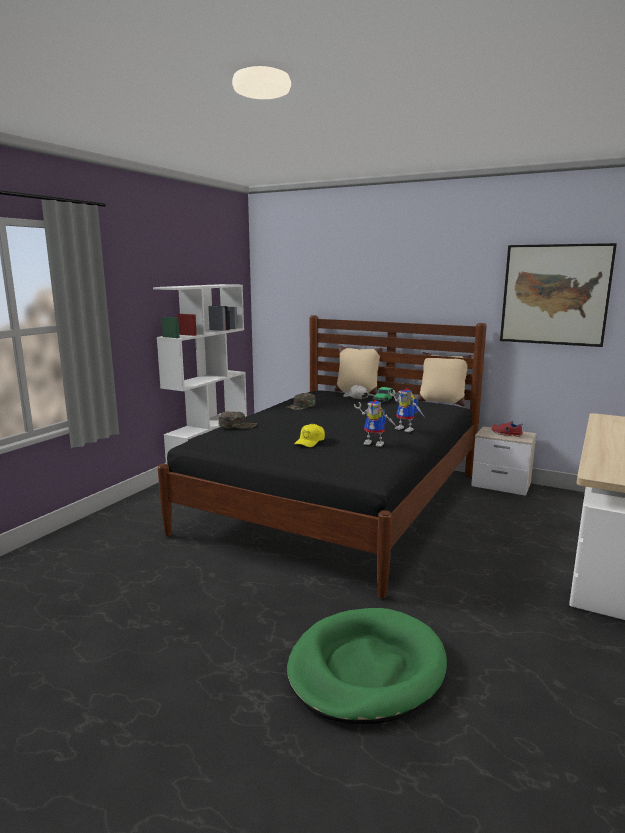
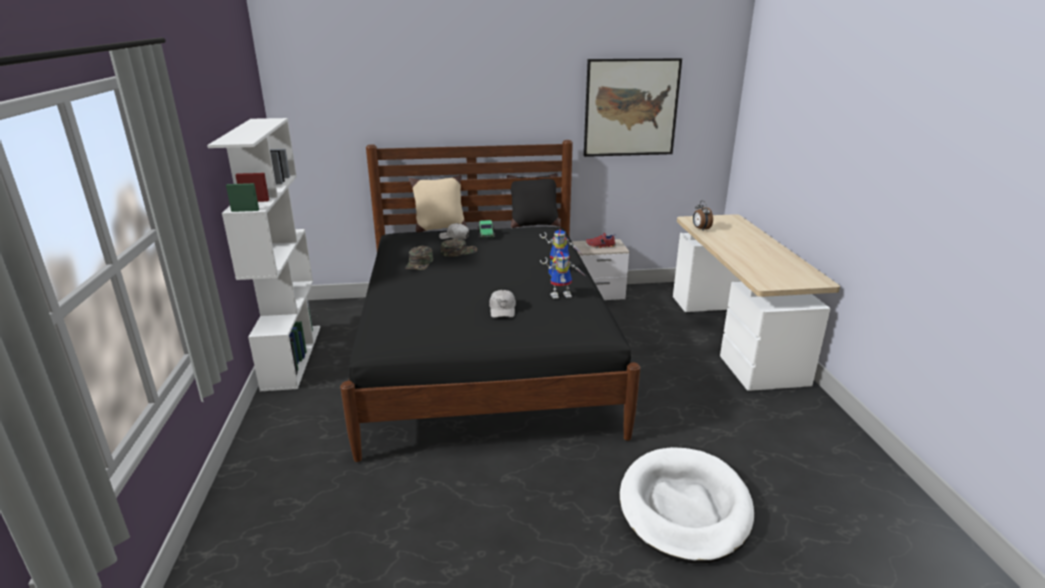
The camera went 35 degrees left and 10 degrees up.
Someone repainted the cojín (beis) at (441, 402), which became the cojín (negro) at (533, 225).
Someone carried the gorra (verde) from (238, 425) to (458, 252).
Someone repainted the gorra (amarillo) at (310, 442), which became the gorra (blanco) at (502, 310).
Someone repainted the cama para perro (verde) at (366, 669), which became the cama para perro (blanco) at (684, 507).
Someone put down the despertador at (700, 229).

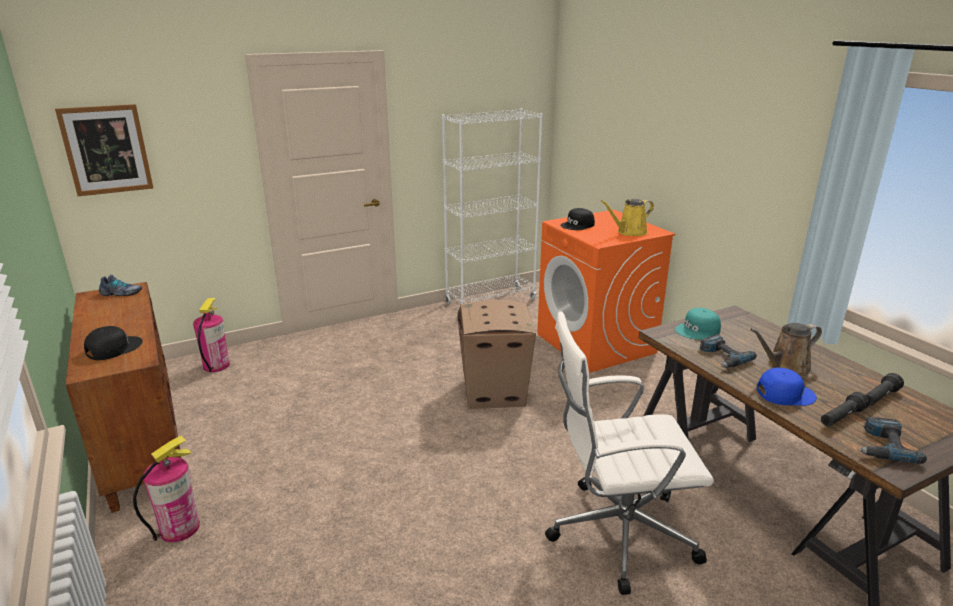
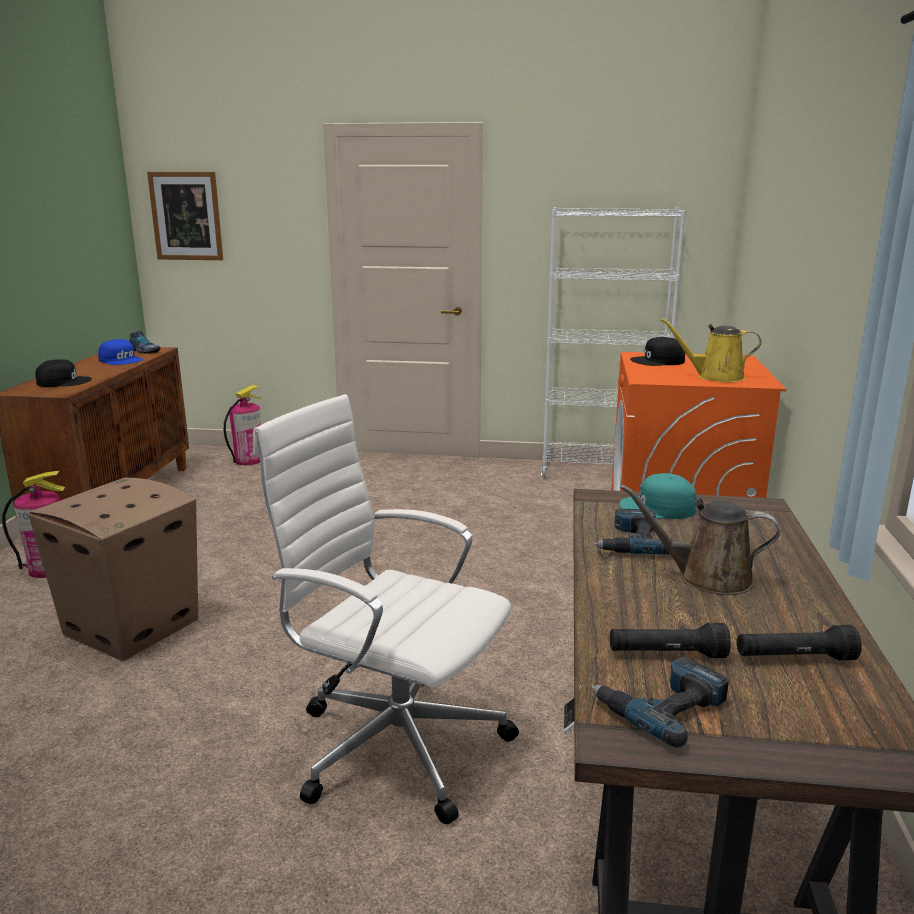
The camera went 35 degrees right and 5 degrees down.
Someone carried the caja de cartón from (494, 393) to (130, 628).
Someone carried the gorra (azul) from (784, 393) to (121, 360).

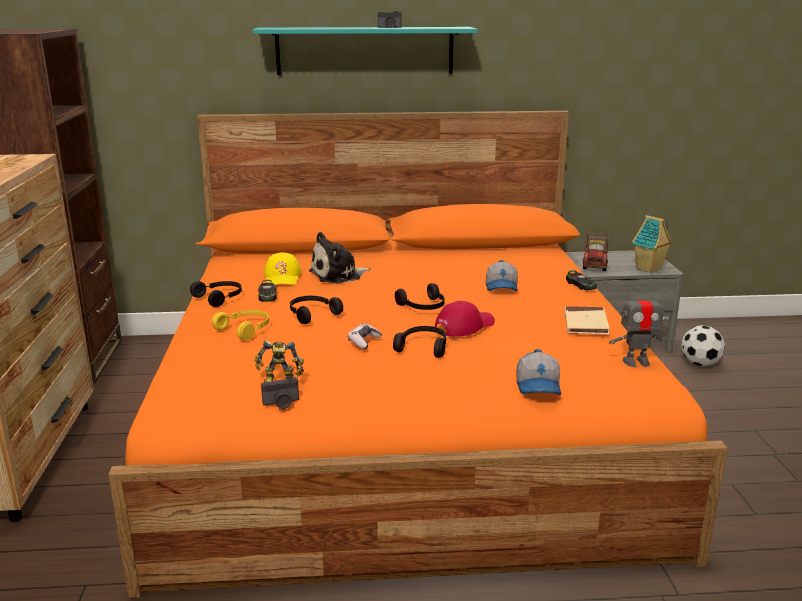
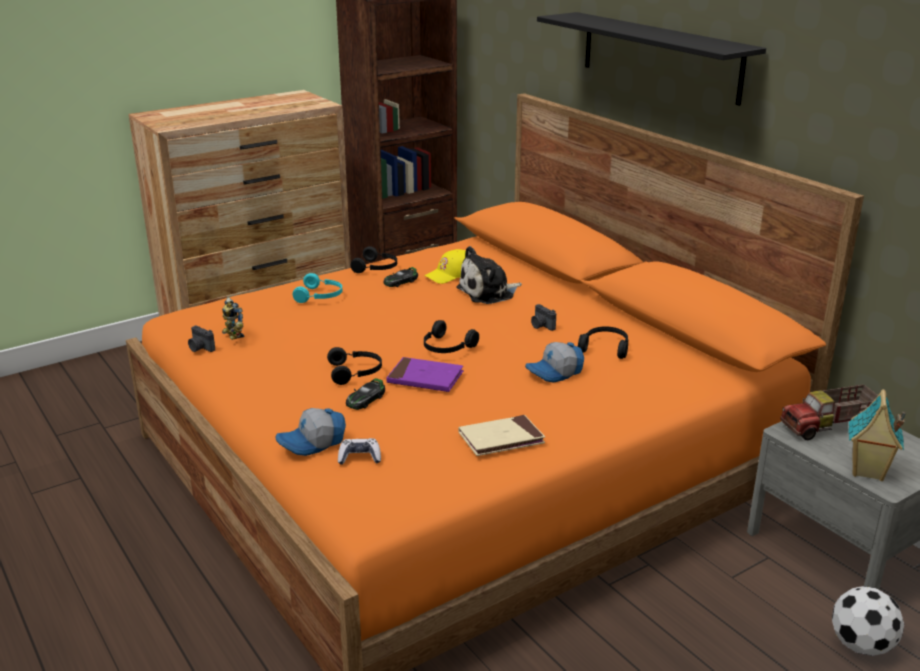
The camera went 60 degrees right and 5 degrees up.
Someone carried the cámara from (389, 27) to (541, 326).
Someone repainted the estante (turquesa) at (365, 50), which became the estante (negro) at (659, 56).
Someone rotated the peluche at (338, 275) by 60 degrees counterclockwise.
Someone carried the coche de juguete from (580, 285) to (366, 399).
Someone took away the robot de juguete at (636, 362).
Someone carried the auriculares (negro) from (312, 314) to (605, 347).
Someone swapped the gorra (rojo) at (464, 326) for the libro (morado) at (425, 378).
Someone repainted the auriculares (amarillo) at (245, 329), which became the auriculares (turquesa) at (320, 296).
Someone carried the mando de consola from (364, 341) to (359, 457).

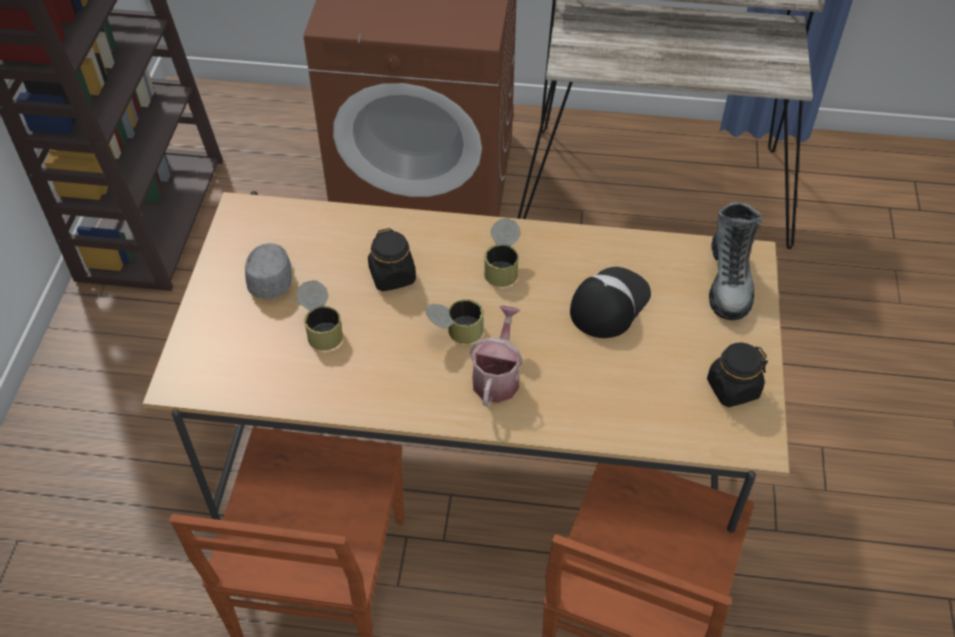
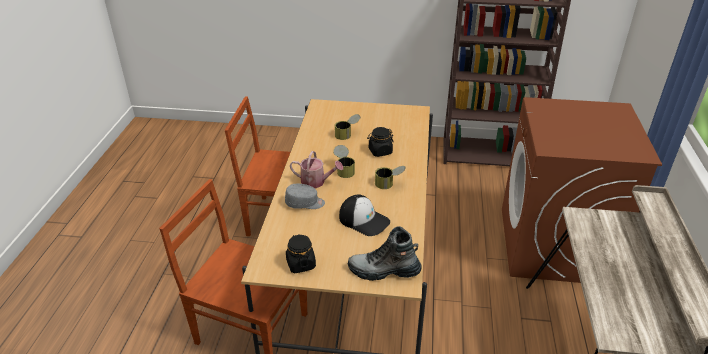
The camera went 90 degrees right and 15 degrees down.
Someone carried the gorra (gris) from (271, 276) to (305, 203).

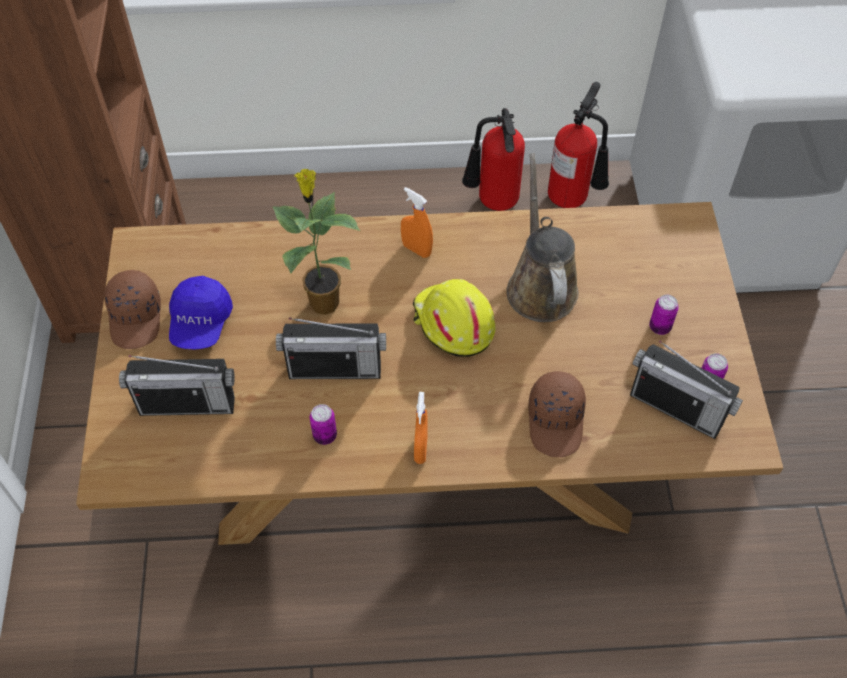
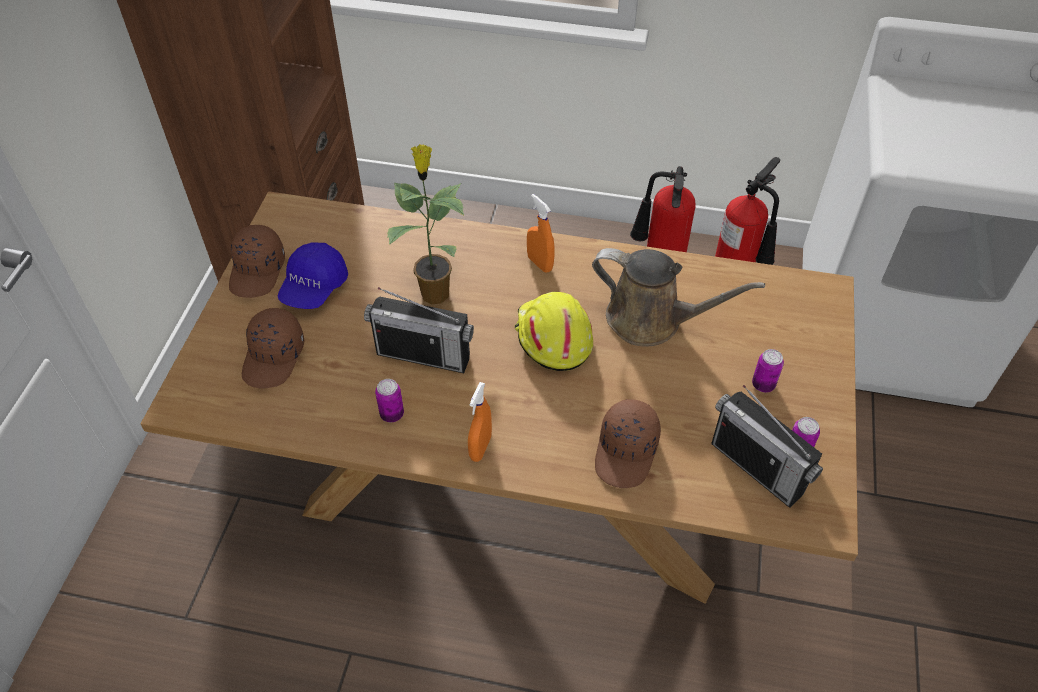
The camera went 15 degrees right and 5 degrees down.
Someone rotated the regadera (marrón) at (540, 285) by 105 degrees clockwise.
Someone swapped the radio at (187, 404) for the gorra (marrón) at (274, 357).

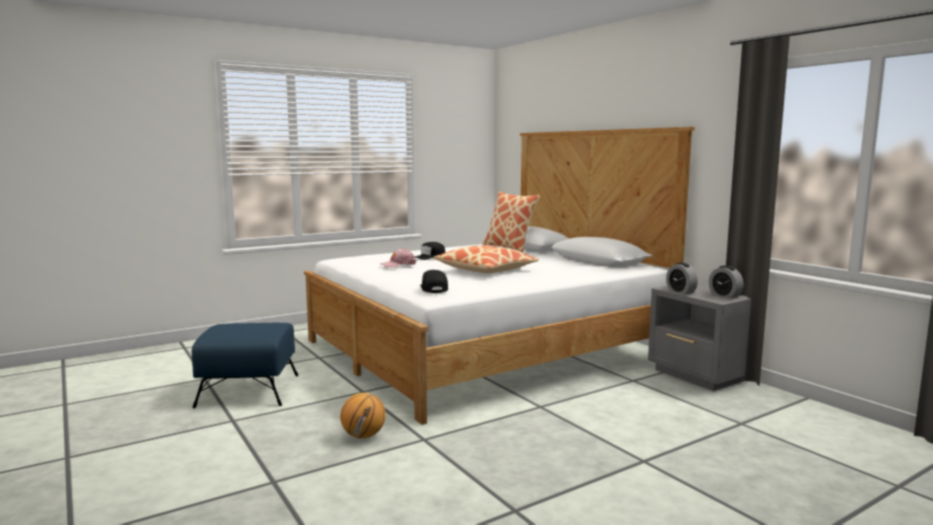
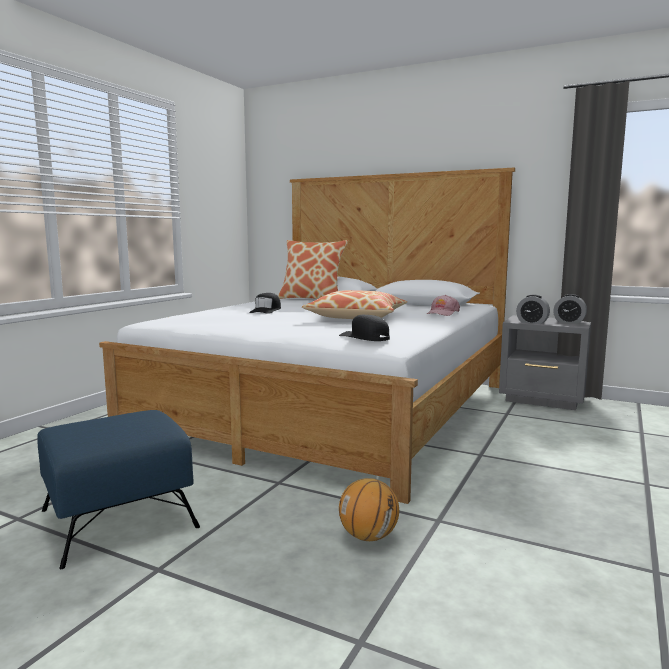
The camera went 30 degrees left and 0 degrees up.
Someone carried the gorra (rosa) from (398, 265) to (442, 313).

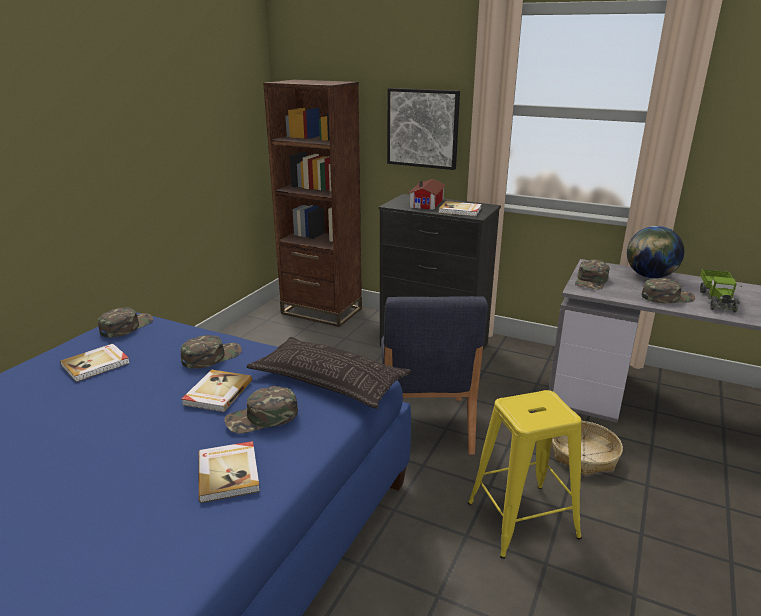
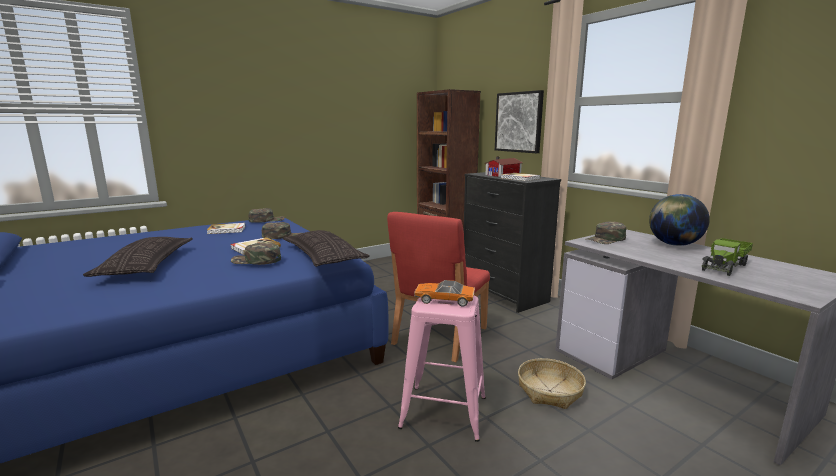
The camera went 30 degrees right and 10 degrees down.
Someone took away the gorra (verde) at (667, 297).
Someone repainted the silla (azul) at (425, 425), which became the silla (rojo) at (439, 336).
Someone repainted the taburete (amarillo) at (522, 520), which became the taburete (rosa) at (444, 412).
Someone took away the libro at (229, 473).
Someone put down the cojín at (146, 264).
Someone put down the coche de juguete at (444, 300).

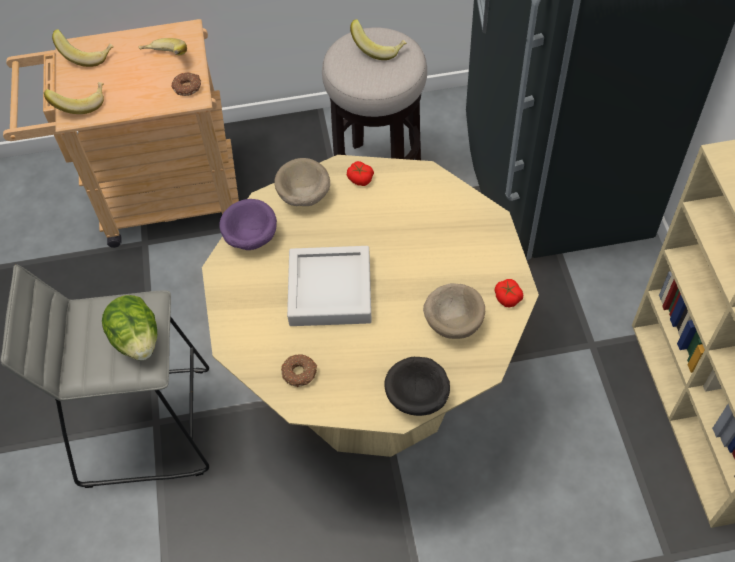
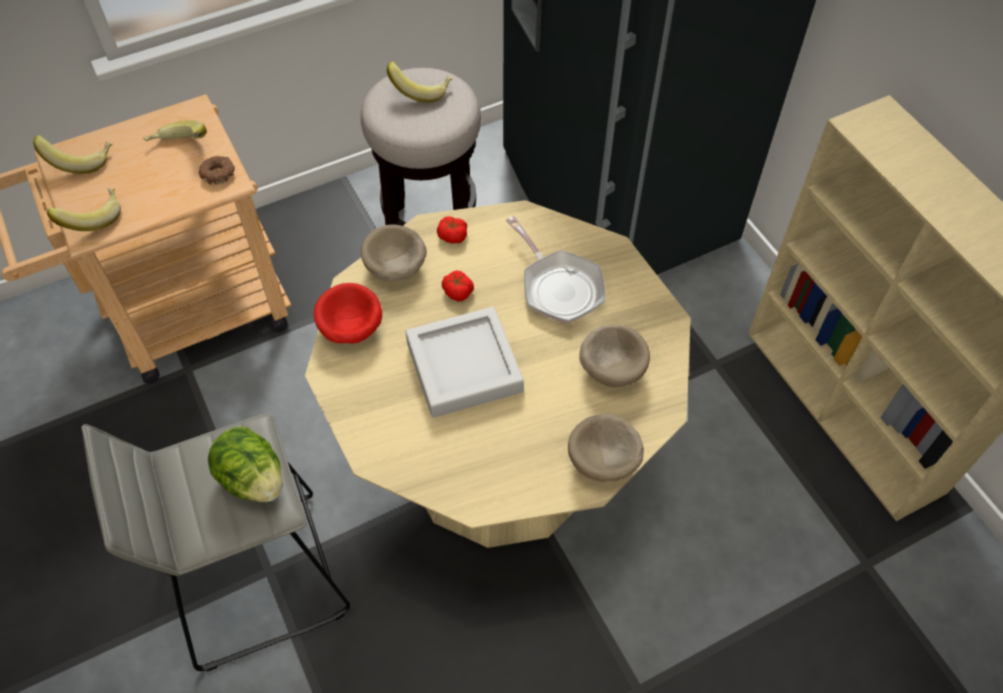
The camera went 20 degrees left and 0 degrees up.
Someone repainted the cuenco (morado) at (250, 237), which became the cuenco (rojo) at (350, 328).
Someone carried the tomate from (507, 297) to (457, 291).
Someone took away the rosquilla at (300, 373).
Someone repainted the cuenco (negro) at (418, 397), which became the cuenco (beis) at (605, 461).
Someone put down the sartén at (558, 287).

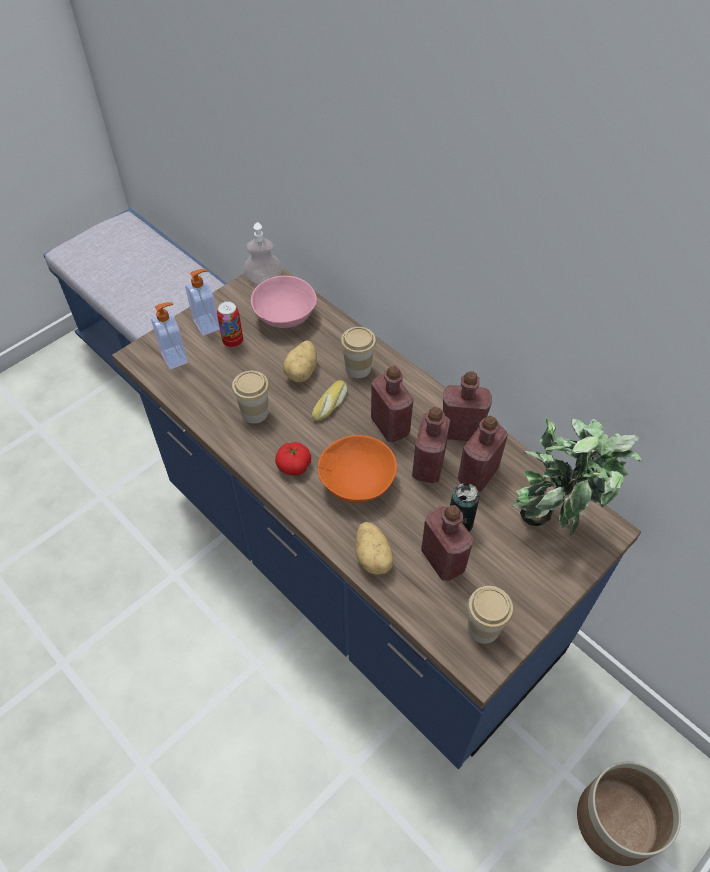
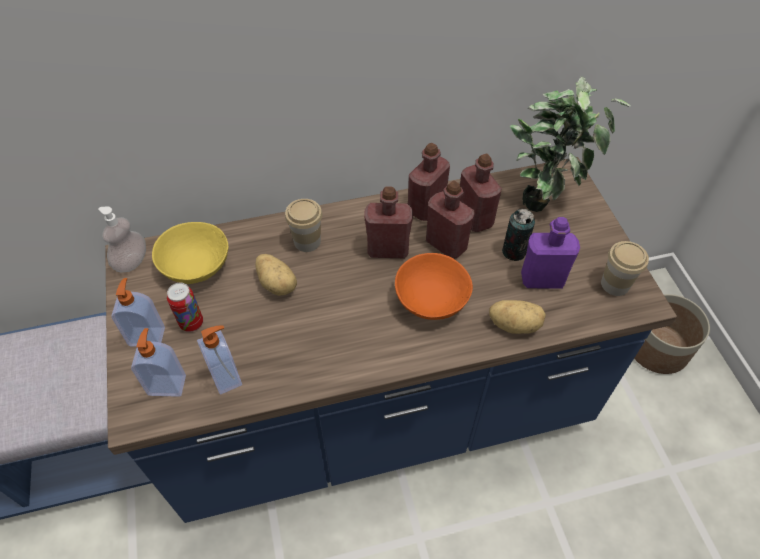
The camera went 60 degrees left and 0 degrees up.
Someone repainted the cuenco (rosa) at (284, 316), which became the cuenco (amarillo) at (196, 267).
Someone took away the taza at (255, 412).
Someone took away the pan at (331, 404).
Someone took away the tomate at (294, 466).
Someone repainted the botella (rojo) at (443, 560), which became the botella (morado) at (542, 279).
Someone put down the dispensador de jabón at (227, 376).

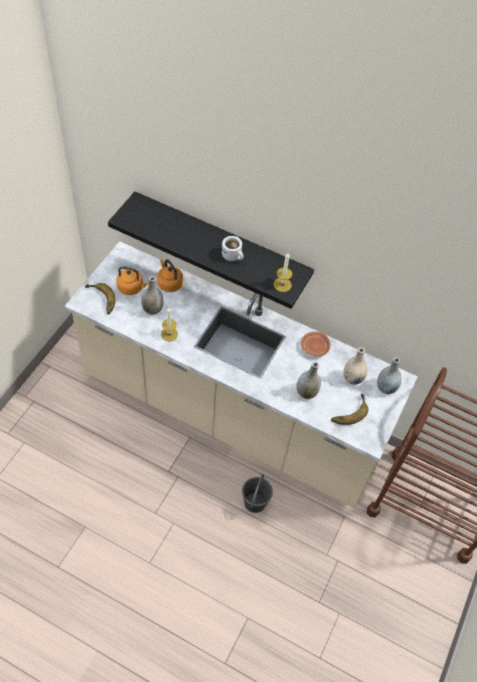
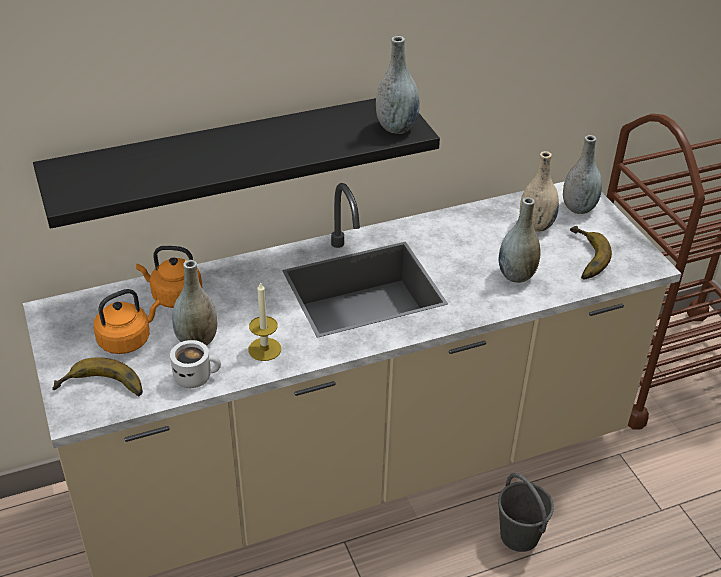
The camera went 45 degrees left and 15 degrees down.
Someone carried the taza grande (blanco) from (233, 256) to (196, 376).
Someone swapped the vela at (282, 284) for the florero (gris) at (396, 127).
Someone took away the plato (marrón) at (314, 347).

